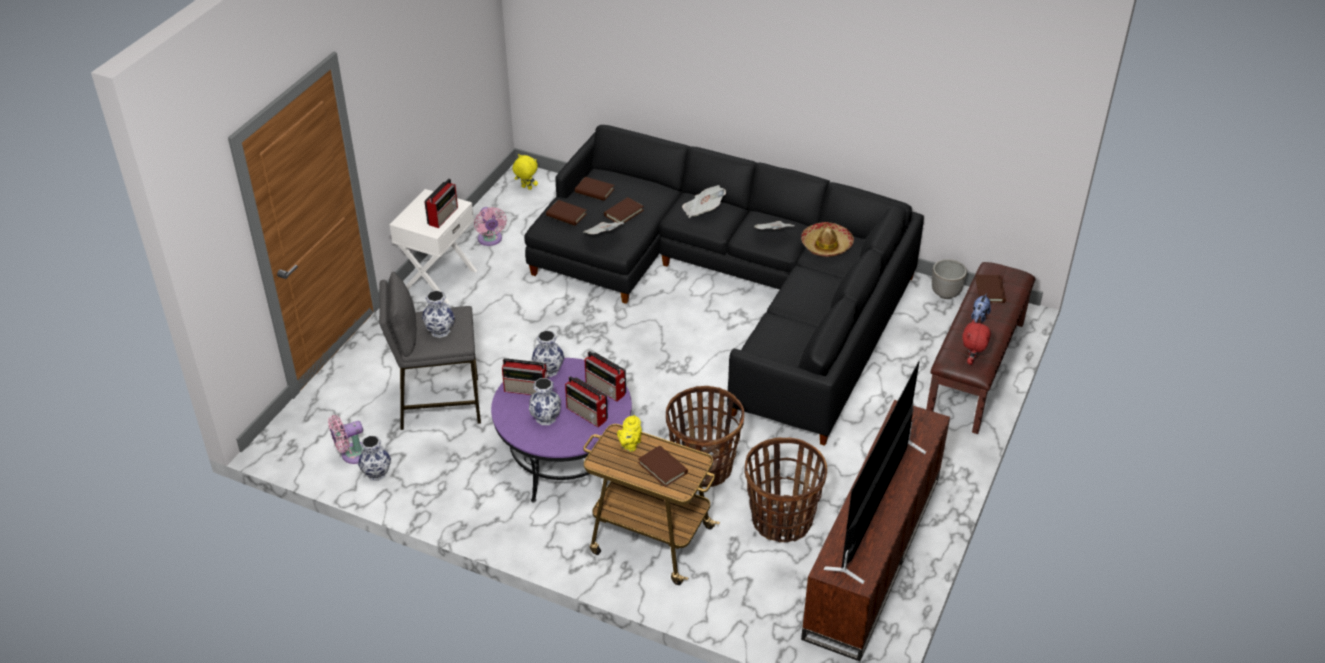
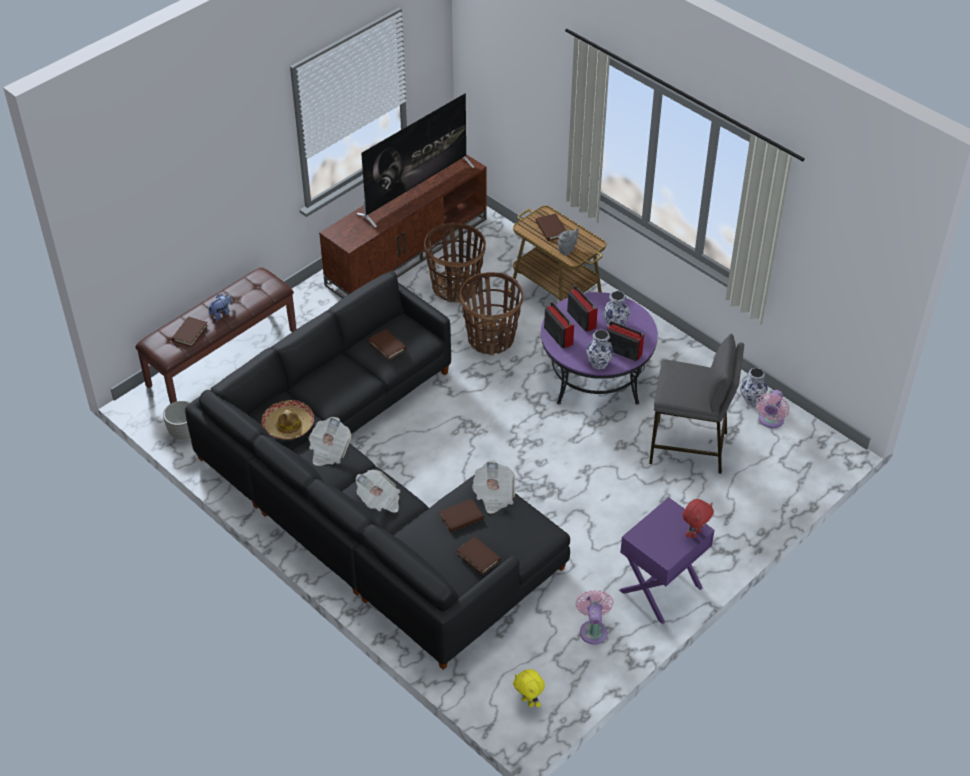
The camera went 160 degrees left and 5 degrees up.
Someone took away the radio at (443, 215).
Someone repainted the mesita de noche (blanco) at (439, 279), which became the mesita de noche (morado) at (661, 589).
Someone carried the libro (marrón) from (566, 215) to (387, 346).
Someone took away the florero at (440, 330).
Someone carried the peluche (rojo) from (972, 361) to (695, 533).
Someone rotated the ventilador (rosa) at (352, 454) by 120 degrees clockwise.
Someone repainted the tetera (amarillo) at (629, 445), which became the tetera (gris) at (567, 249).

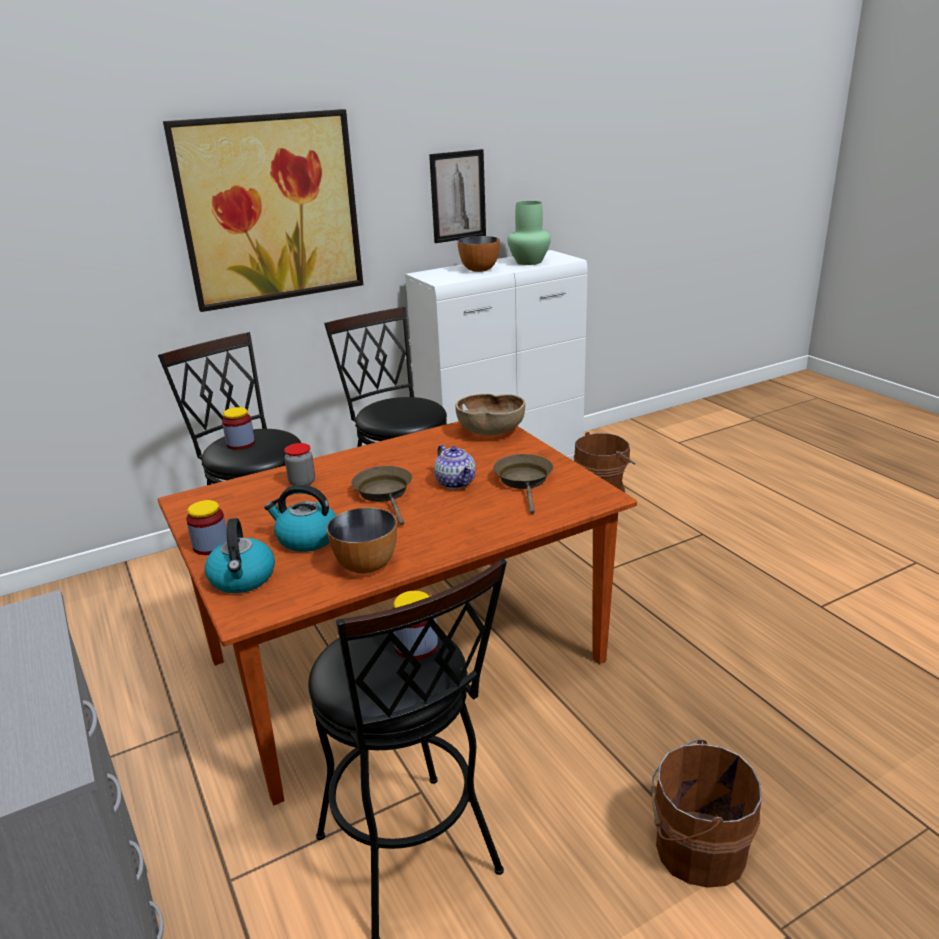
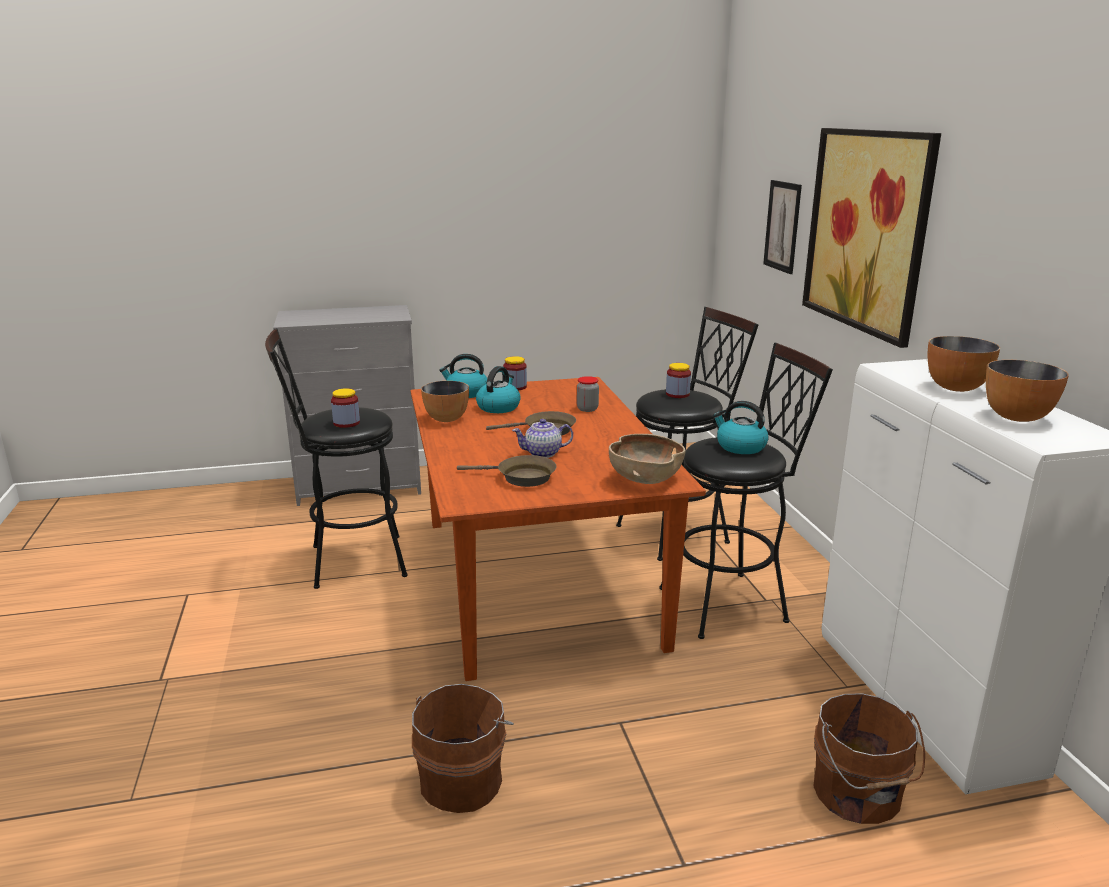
The camera went 105 degrees right and 5 degrees down.
Someone carried the cuadro from (458, 196) to (782, 226).
Someone swapped the florero (verde) at (529, 262) for the cuenco at (1017, 417).
Someone carried the cubo (marrón) from (695, 847) to (463, 779).
Someone put down the hervidor at (740, 447).

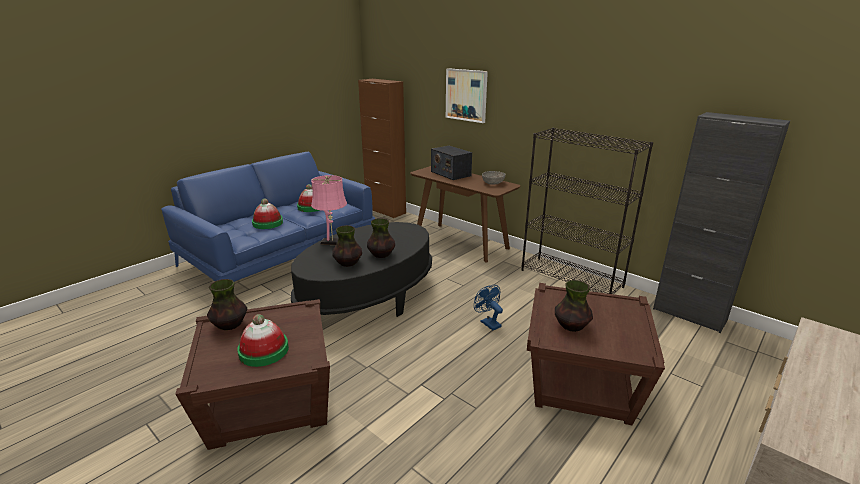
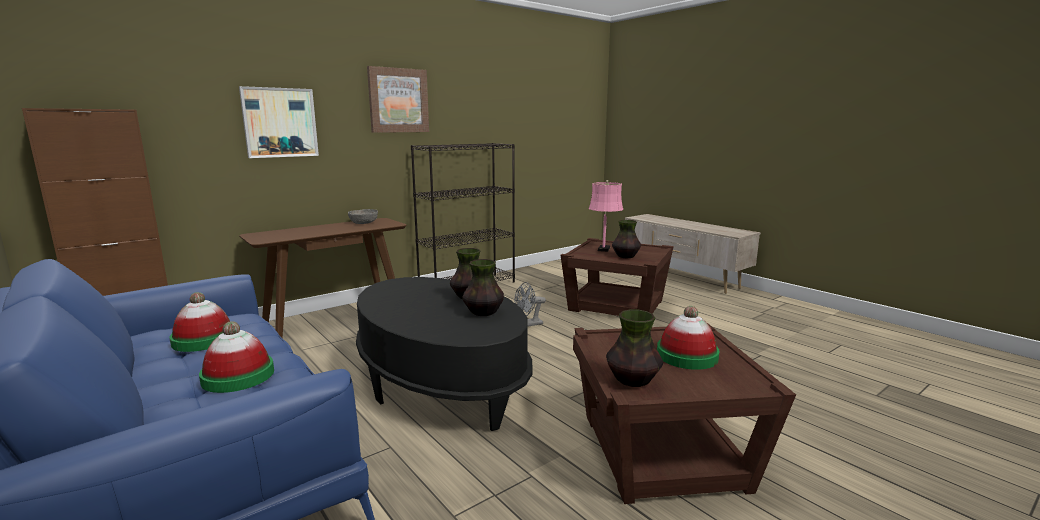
The camera went 80 degrees left and 10 degrees down.
Someone took away the armario (negro) at (689, 314).
Someone took away the radio at (450, 173).
Someone carried the lámpara de mesa (rosa) from (332, 243) to (604, 249).
Someone repainted the ventilador (azul) at (488, 323), which became the ventilador (gris) at (528, 324).
Someone put up the cuadro at (398, 100).

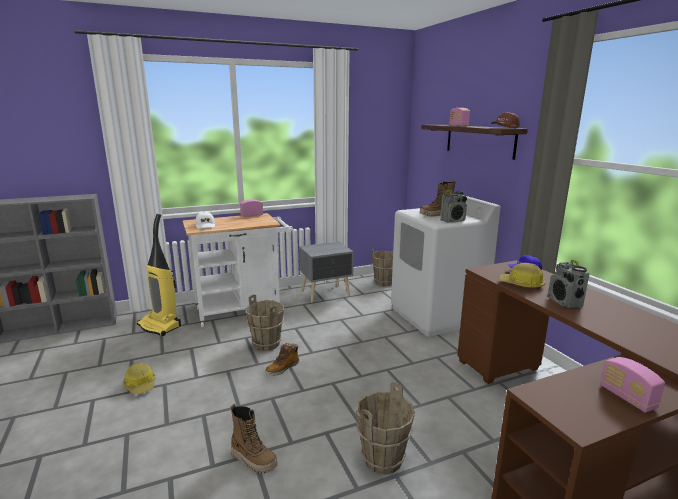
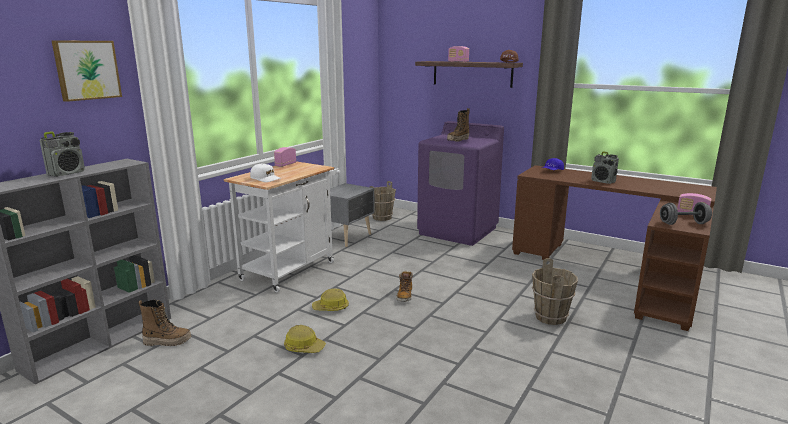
The camera went 35 degrees left and 0 degrees up.
Someone carried the radio from (453, 221) to (67, 173).
Someone repainted the lavadora (blanco) at (437, 316), which became the lavadora (morado) at (458, 231).
Someone took away the aspiradora at (160, 326).
Someone carried the casco from (521, 284) to (331, 308).
Someone took away the cubo (marrón) at (267, 344).
Someone carried the bota from (254, 460) to (167, 341).
Someone put up the cuadro at (86, 70).
Someone put down the mancuerna (gris) at (683, 223).

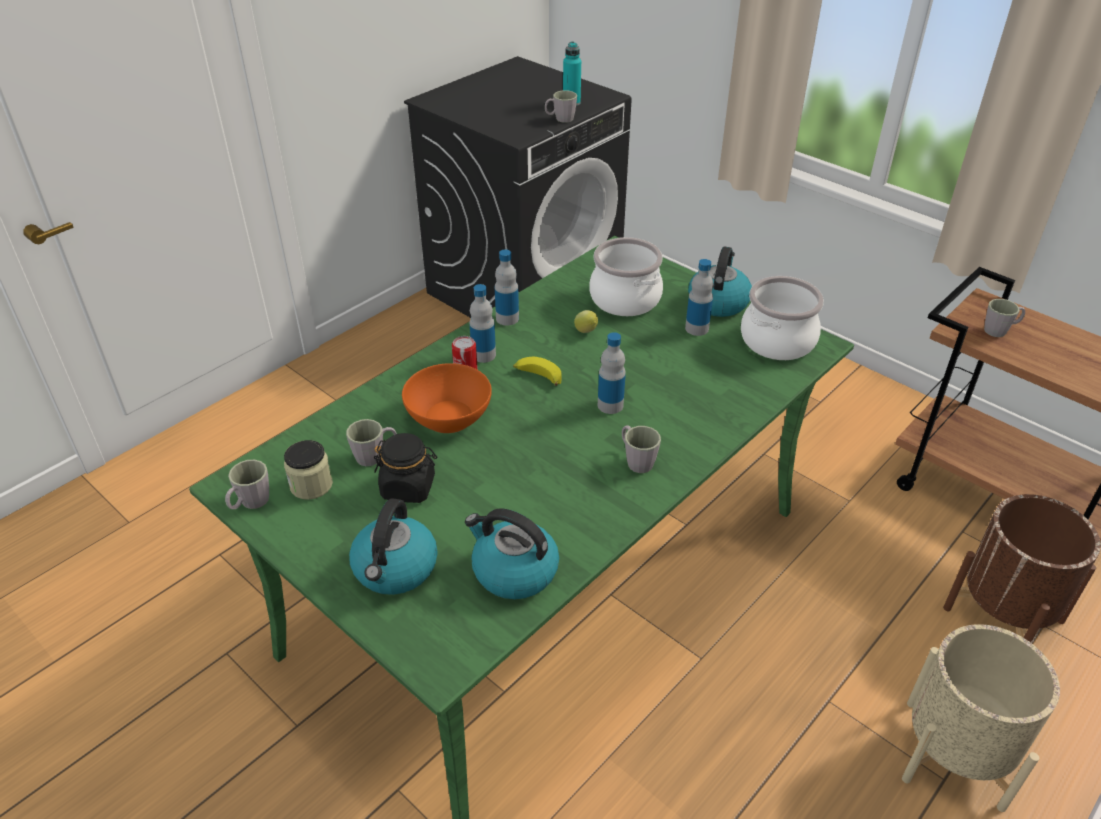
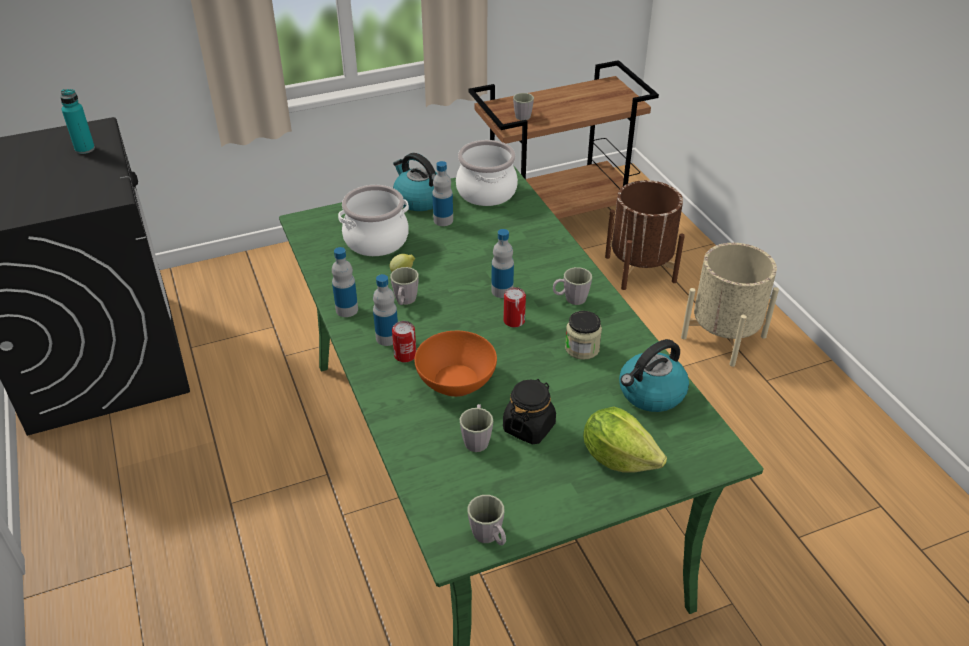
The camera went 65 degrees left and 0 degrees up.
Someone carried the taza grande (gris) from (560, 119) to (404, 301).
Someone took away the plátano at (537, 376).
Someone carried the tarro from (311, 485) to (582, 348).
Someone swapped the hervidor at (395, 569) for the lechuga at (618, 457).
Someone put down the lata at (514, 321).

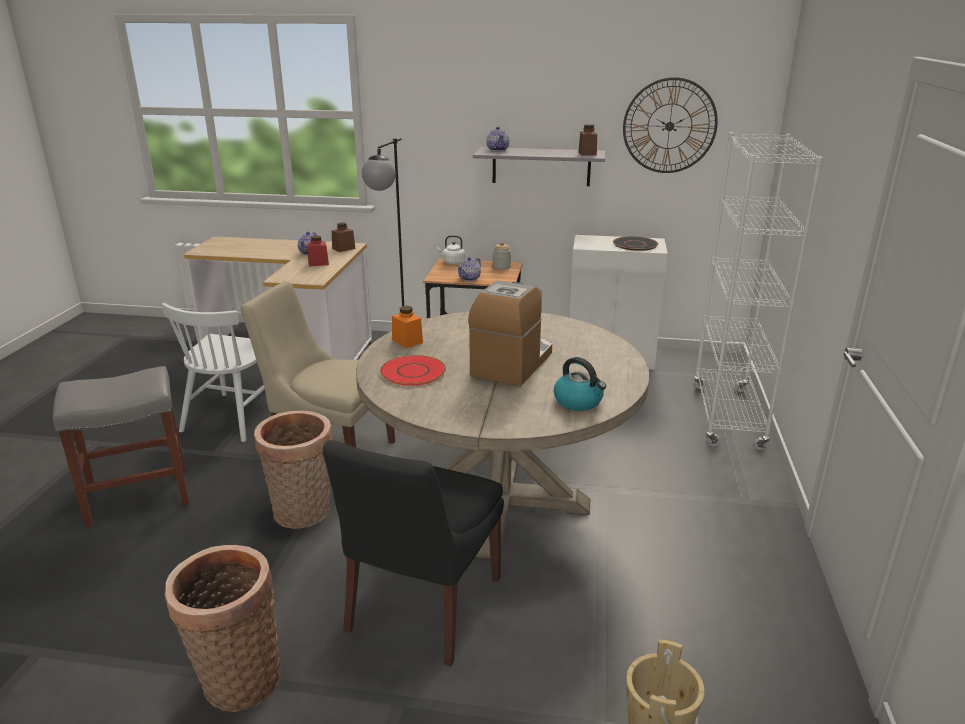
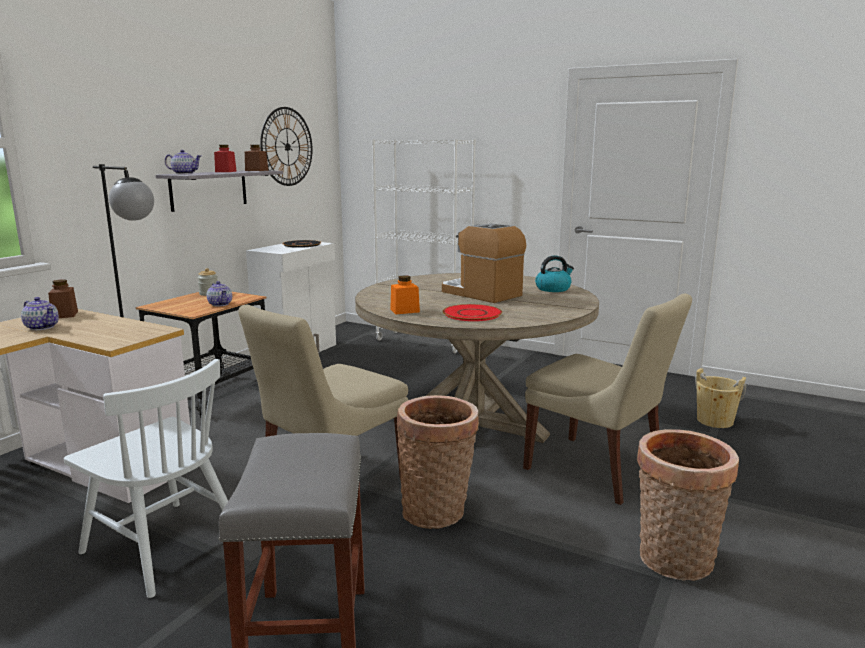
The camera went 70 degrees left and 10 degrees down.
Someone took away the hervidor (blanco) at (452, 262).
Someone carried the tarro (rojo) from (318, 263) to (226, 171).
Someone repainted the silla (negro) at (422, 608), which became the silla (beis) at (598, 470).

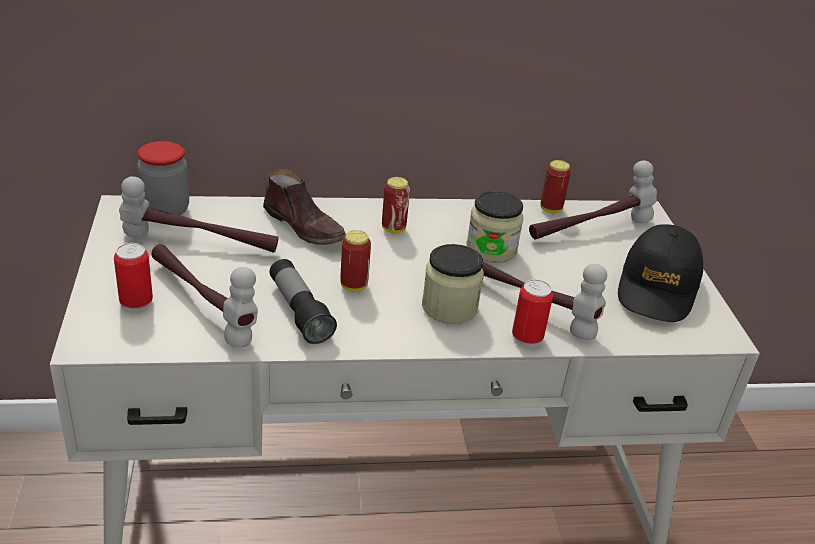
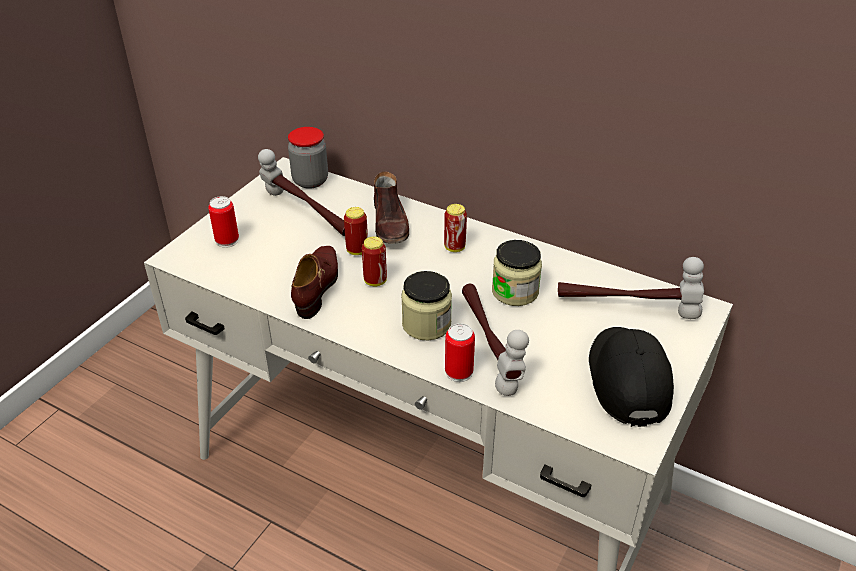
The camera went 40 degrees right and 5 degrees up.
Someone carried the lata from (550, 209) to (357, 250).
Someone rotated the gorra (negro) at (658, 287) by 120 degrees clockwise.
Someone took away the martillo at (202, 303).
Someone swapped the linterna at (299, 312) for the zapato (marrón) at (318, 286).

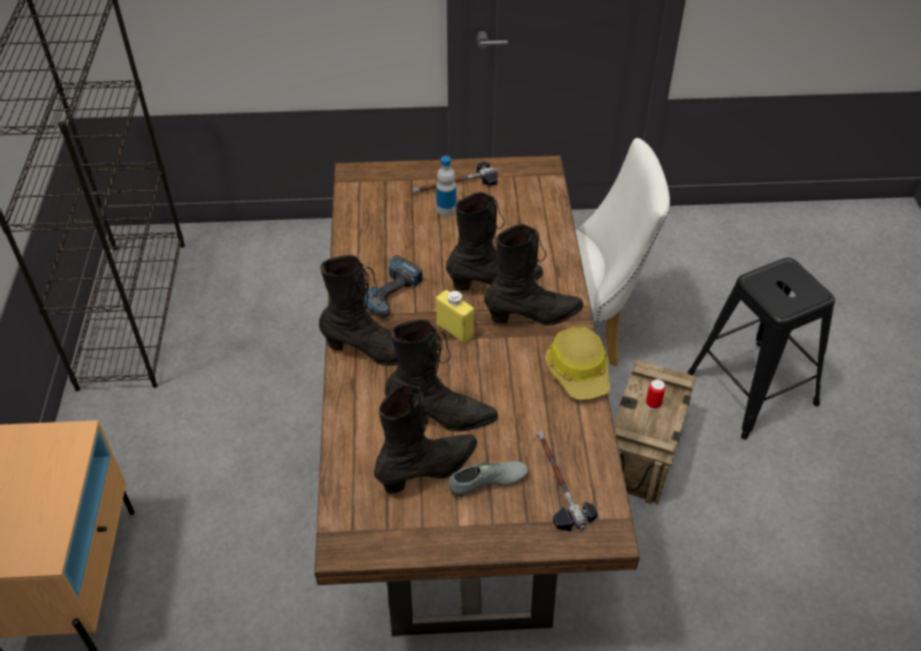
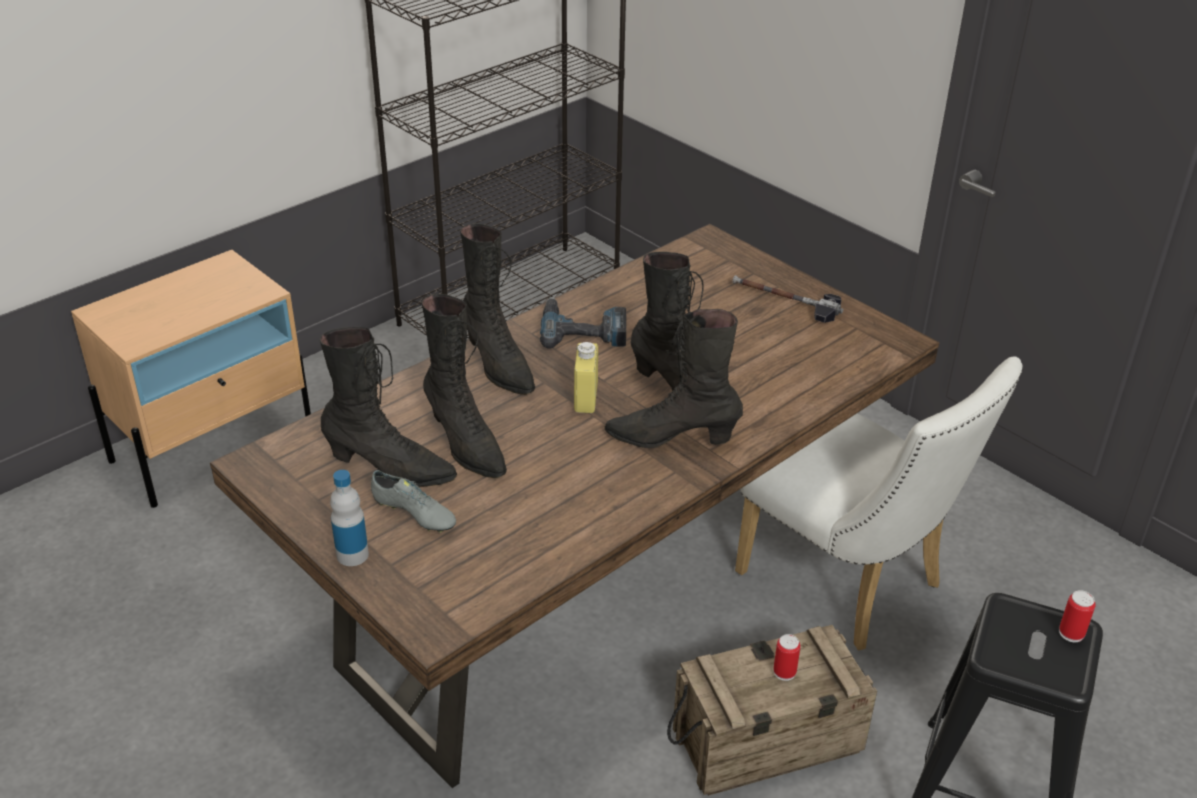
The camera went 50 degrees right and 10 degrees down.
Someone carried the botella from (446, 210) to (352, 555).
Someone rotated the bota (negro) at (534, 316) by 150 degrees clockwise.
Someone took away the casco at (579, 371).
Someone took away the martillo at (558, 483).
Someone put down the lata at (1071, 633).

